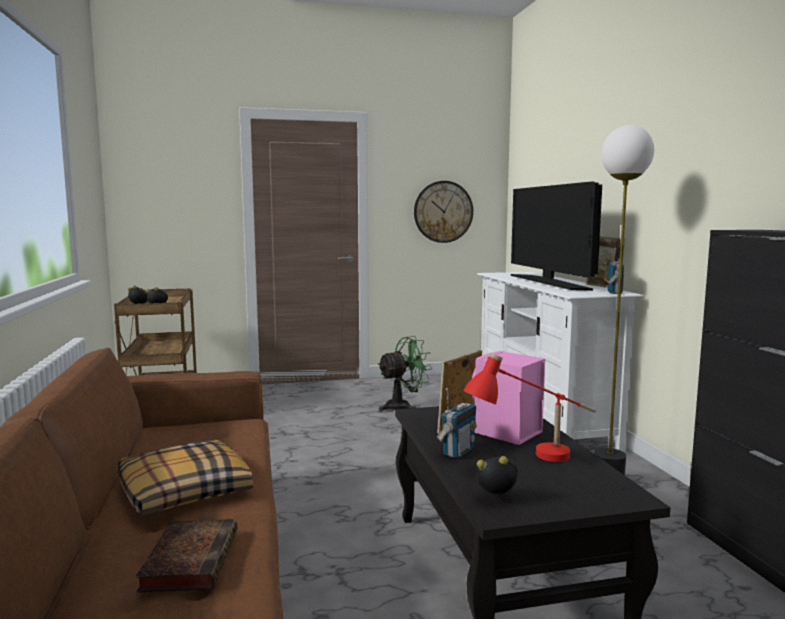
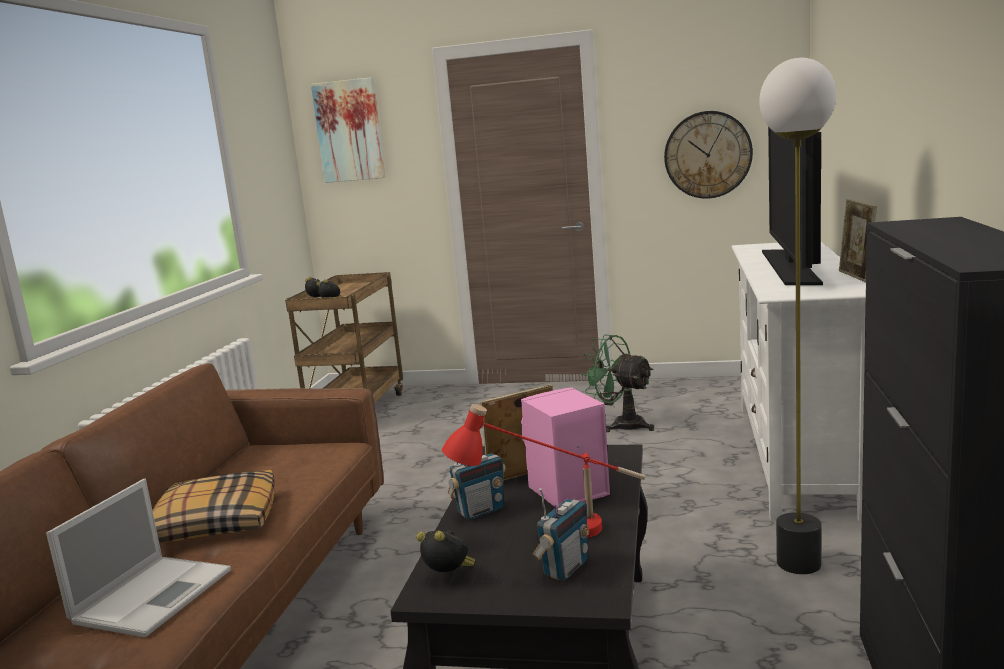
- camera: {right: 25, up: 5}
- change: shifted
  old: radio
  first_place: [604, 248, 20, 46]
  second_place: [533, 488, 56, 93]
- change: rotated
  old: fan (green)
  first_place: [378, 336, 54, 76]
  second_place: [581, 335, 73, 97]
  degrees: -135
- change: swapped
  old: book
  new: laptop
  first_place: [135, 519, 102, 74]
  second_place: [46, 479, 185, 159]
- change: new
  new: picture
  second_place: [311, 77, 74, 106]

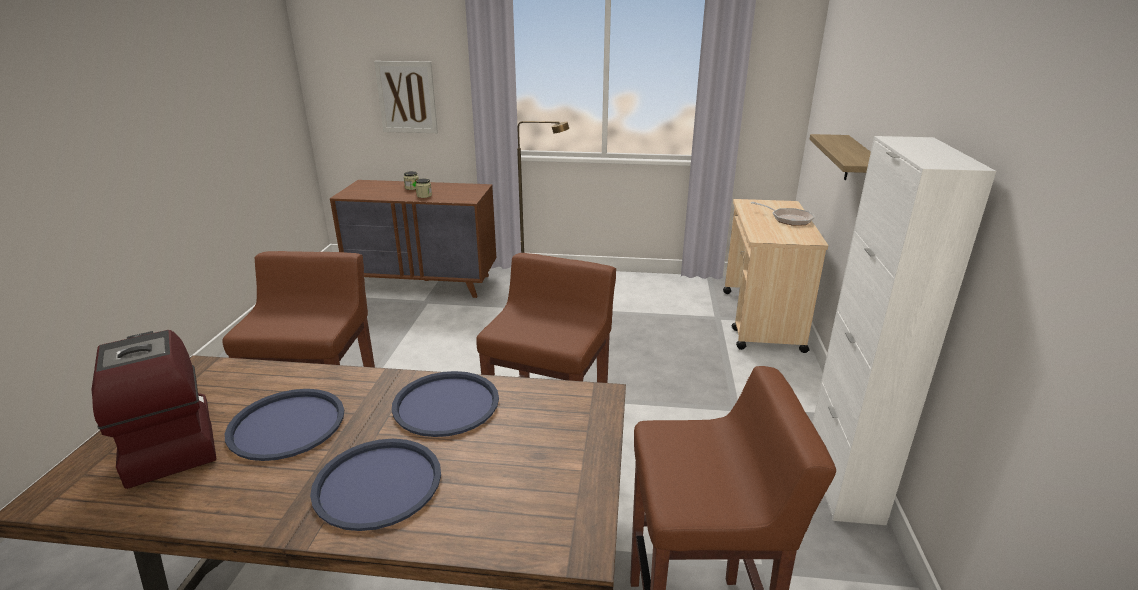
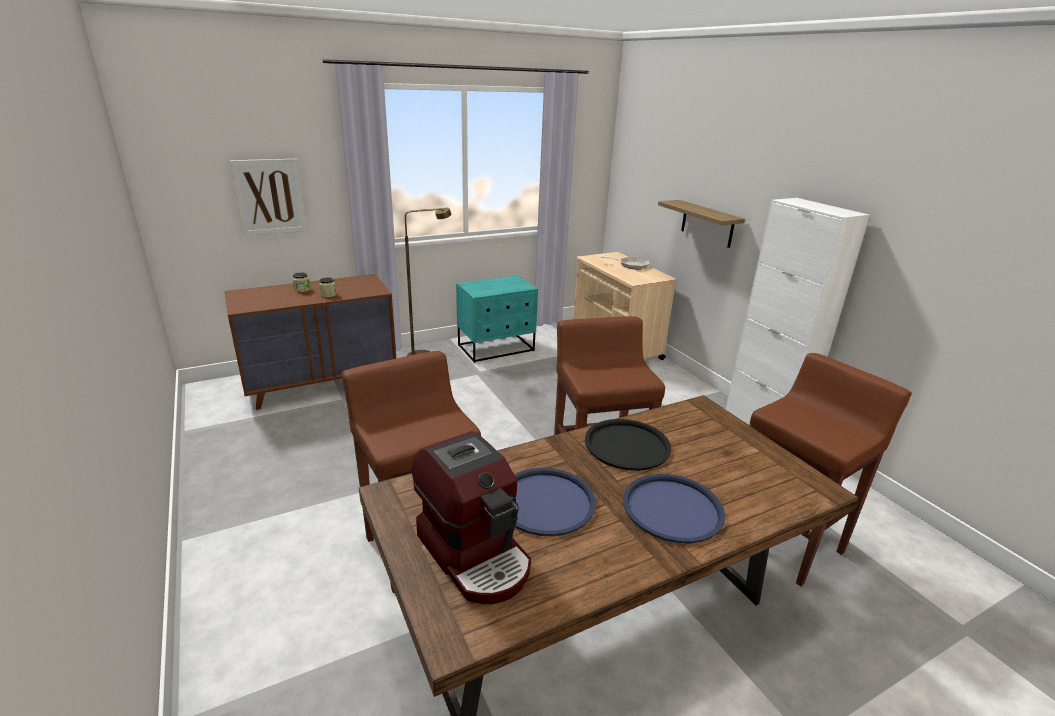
- camera: {right: -35, up: 0}
- change: rotated
  old: coffee machine
  first_place: [91, 330, 126, 159]
  second_place: [412, 431, 119, 173]
  degrees: -150
- change: repainted
  old: tray (blue)
  new: tray (black)
  first_place: [392, 371, 107, 66]
  second_place: [585, 419, 86, 52]
- change: new
  new: nightstand (turquoise)
  second_place: [456, 275, 82, 88]

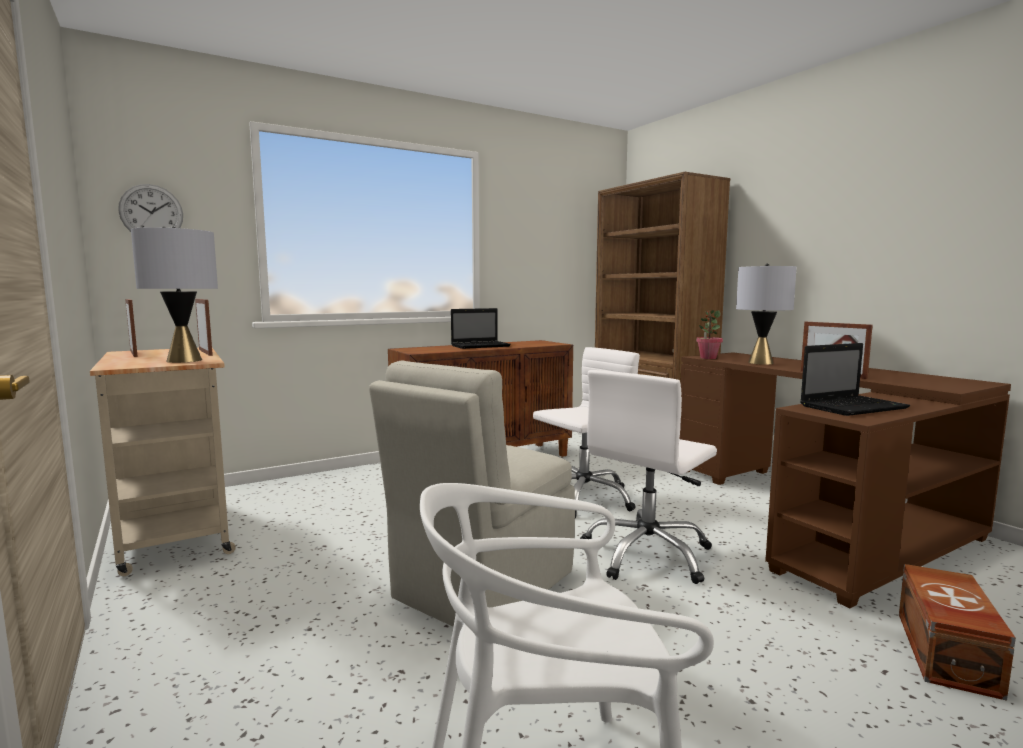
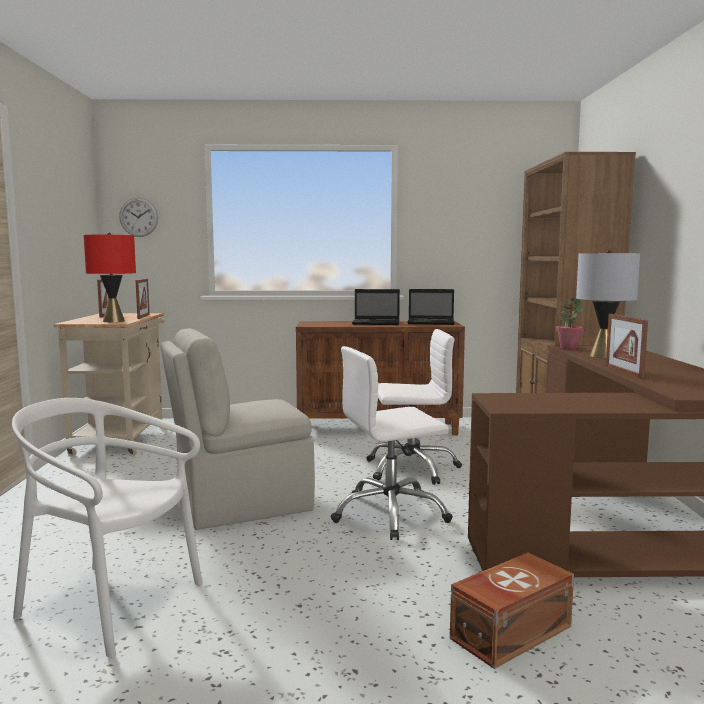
- camera: {right: 30, up: 0}
- change: repainted
  old: table lamp (grey)
  new: table lamp (red)
  first_place: [131, 227, 87, 136]
  second_place: [83, 232, 53, 90]
- change: shifted
  old: laptop
  first_place: [800, 343, 110, 73]
  second_place: [407, 289, 48, 36]

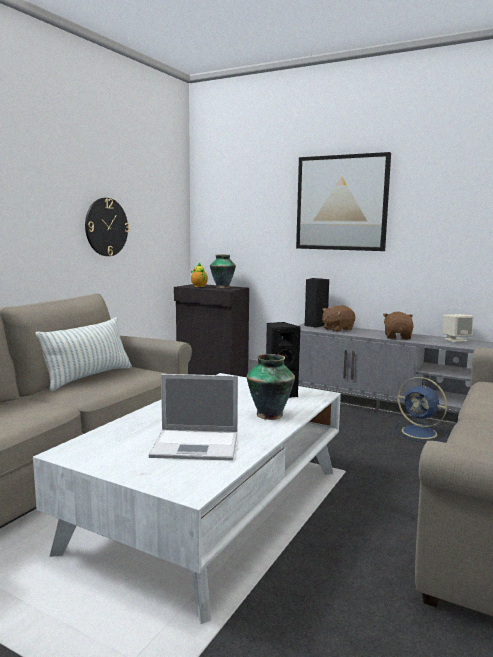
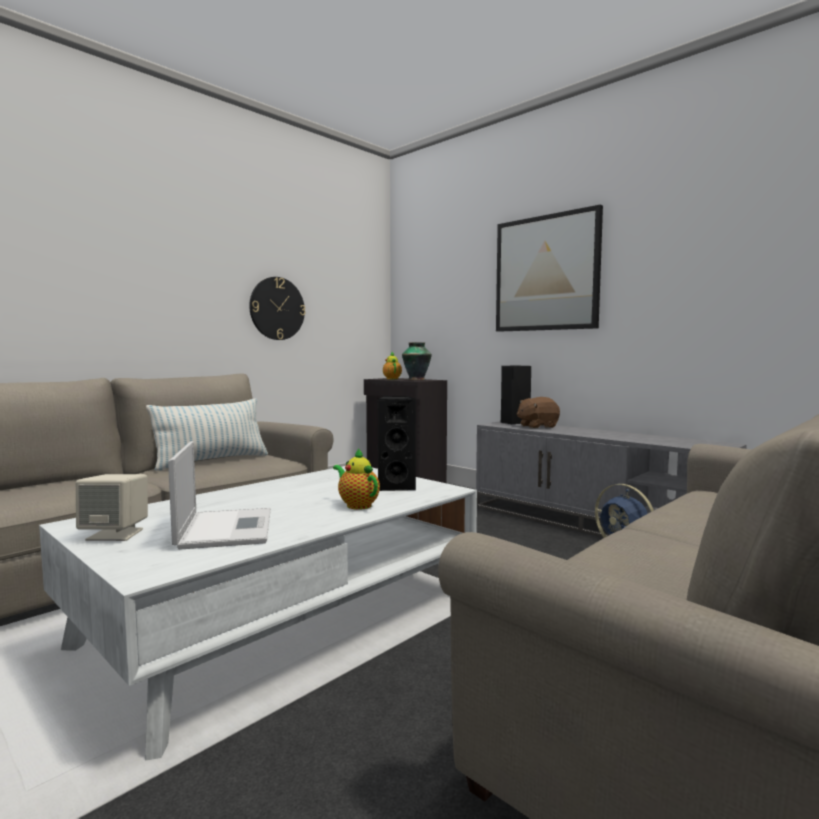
- camera: {right: 15, up: -5}
- change: gone
  old: plush toy (brown)
  first_place: [383, 312, 31, 27]
- change: shifted
  old: speaker (beige)
  first_place: [442, 314, 31, 28]
  second_place: [76, 474, 72, 67]
- change: swapped
  old: vase
  new: teapot
  first_place: [246, 354, 49, 66]
  second_place: [333, 448, 47, 62]
- change: rotated
  old: laptop
  first_place: [149, 374, 89, 87]
  second_place: [168, 441, 103, 109]
  degrees: -120

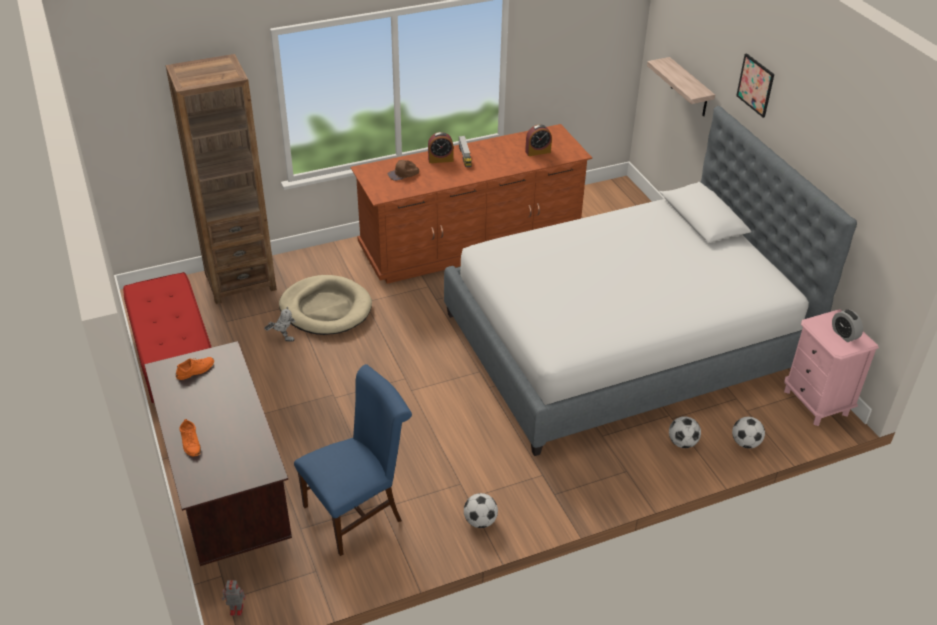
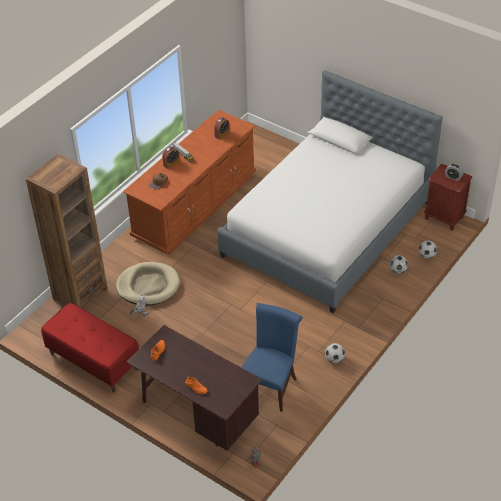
- camera: {right: -30, up: 5}
- change: gone
  old: picture
  first_place: [736, 53, 38, 65]
- change: gone
  old: shelf
  first_place: [647, 57, 68, 59]
- change: repainted
  old: nightstand (pink)
  new: nightstand (brown)
  first_place: [784, 309, 95, 117]
  second_place: [424, 164, 49, 67]

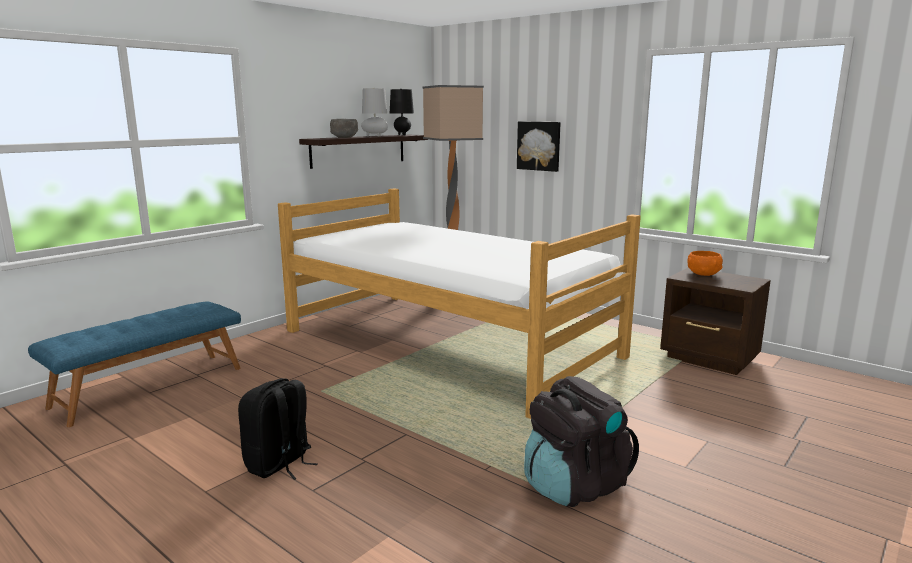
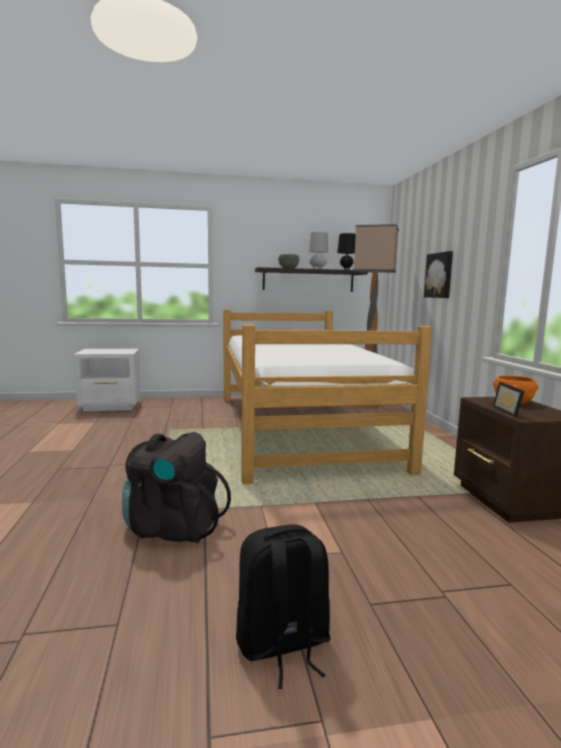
- camera: {right: 40, up: -5}
- change: swapped
  old: bench (blue)
  new: nightstand (white)
  first_place: [28, 301, 213, 126]
  second_place: [74, 349, 67, 62]
- change: shifted
  old: backpack (black)
  first_place: [238, 378, 80, 102]
  second_place: [236, 524, 95, 165]
- change: new
  new: picture frame
  second_place: [492, 382, 32, 36]

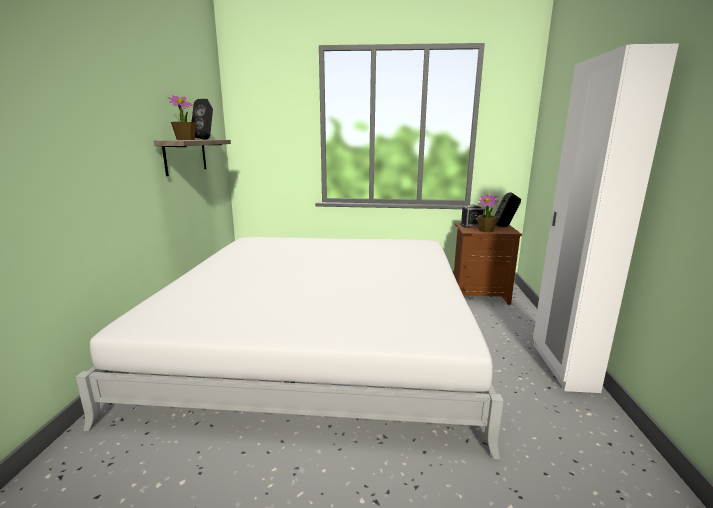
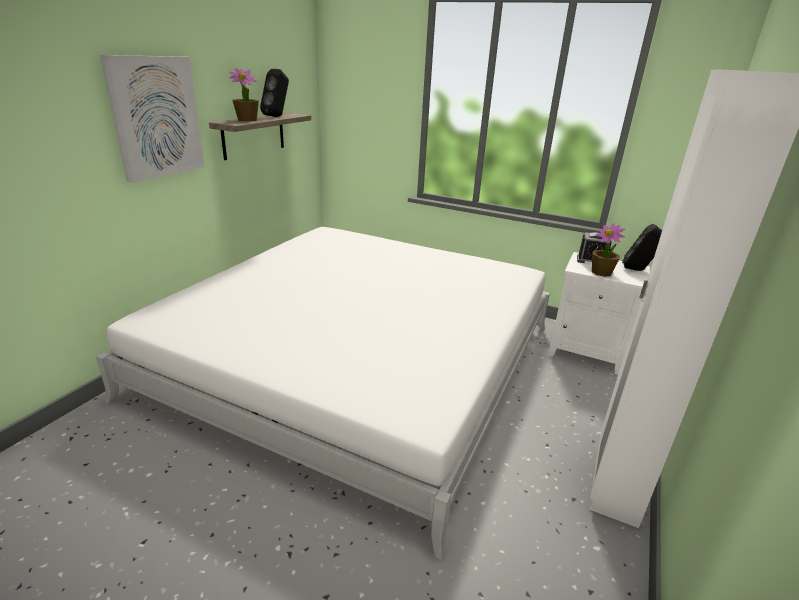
- camera: {right: 20, up: 10}
- change: repainted
  old: nightstand (brown)
  new: nightstand (white)
  first_place: [454, 223, 68, 82]
  second_place: [548, 252, 102, 123]
- change: new
  new: picture
  second_place: [100, 55, 105, 128]

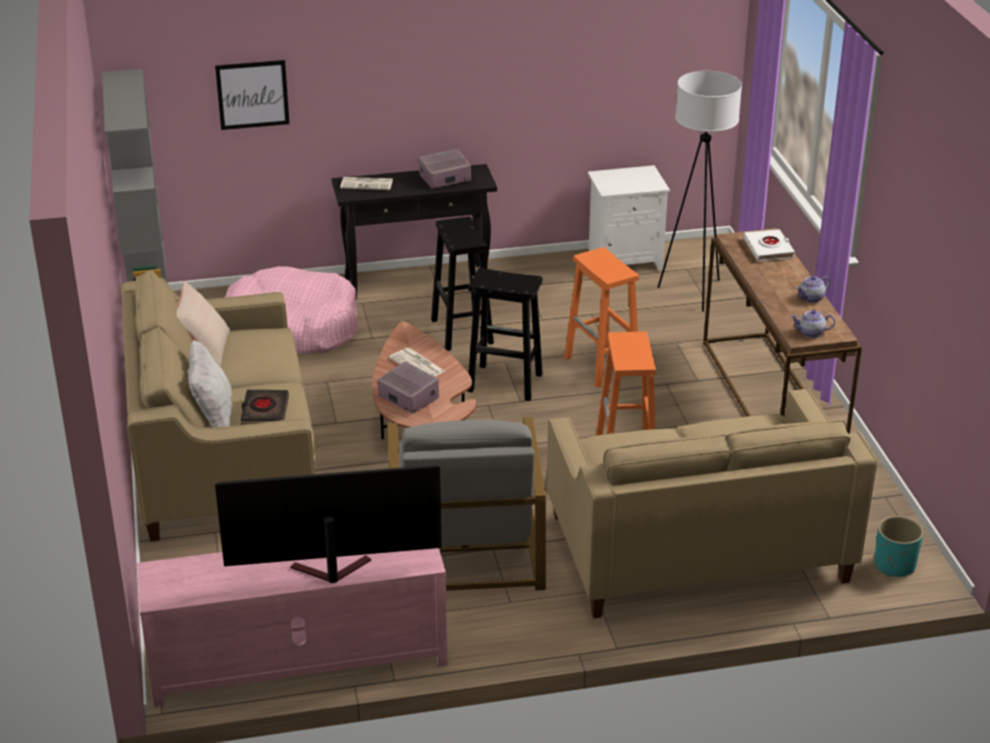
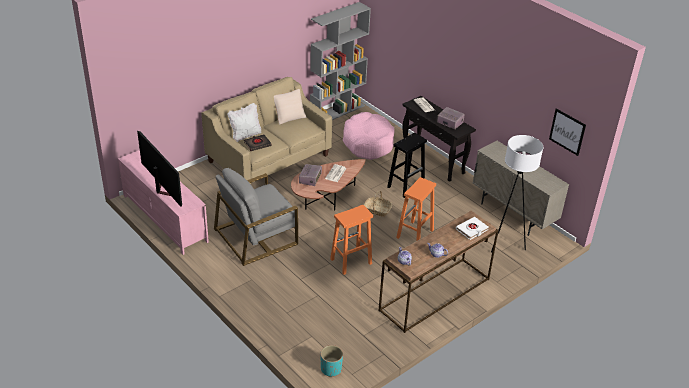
- camera: {right: 60, up: 5}
- change: shifted
  old: picture
  first_place: [215, 60, 74, 70]
  second_place: [549, 108, 37, 48]
- change: swapped
  old: nightstand (white)
  new: cabinet (beige)
  first_place: [588, 165, 82, 105]
  second_place: [473, 141, 96, 95]
- change: swapped
  old: stool (black)
  new: basket
  first_place: [467, 268, 76, 133]
  second_place: [364, 190, 28, 27]
- change: gone
  old: sofa (beige)
  first_place: [547, 388, 330, 230]

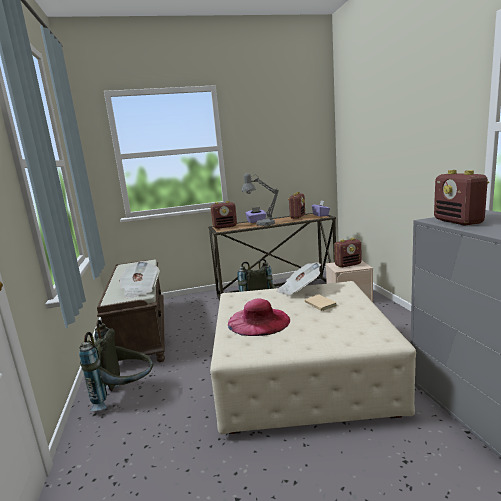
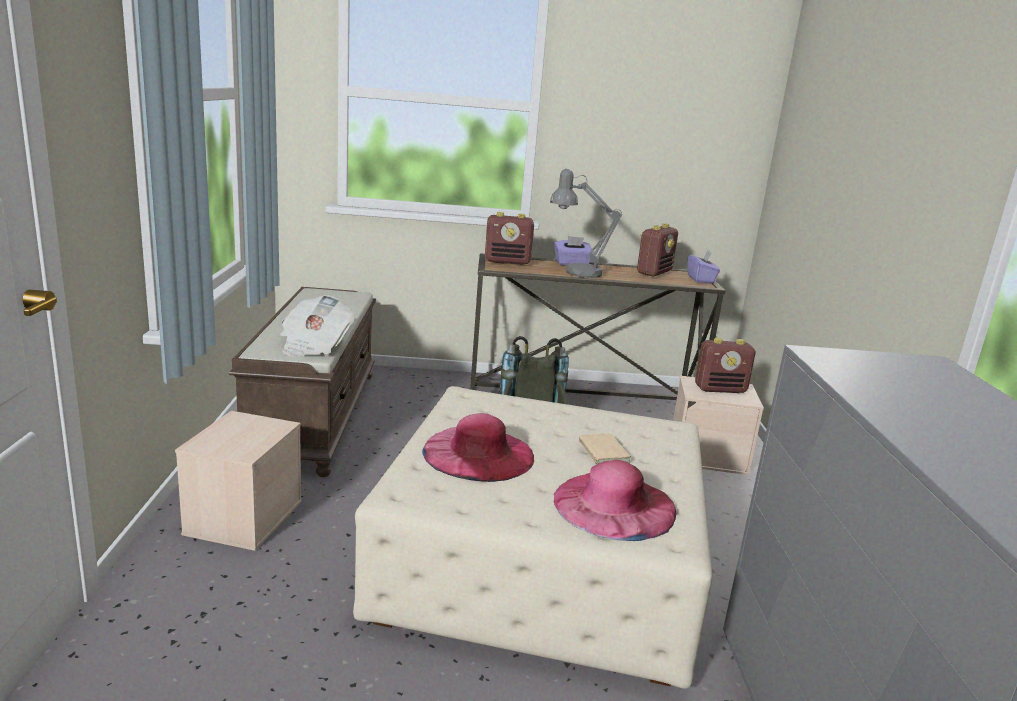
- camera: {right: 10, up: 5}
- change: gone
  old: radio
  first_place: [434, 170, 55, 56]
- change: gone
  old: newspaper
  first_place: [277, 262, 44, 34]
- change: swapped
  old: backpack (grey)
  new: storage box (beige)
  first_place: [79, 320, 74, 91]
  second_place: [175, 411, 127, 140]
- change: new
  new: hat (pink)
  second_place: [553, 460, 124, 81]

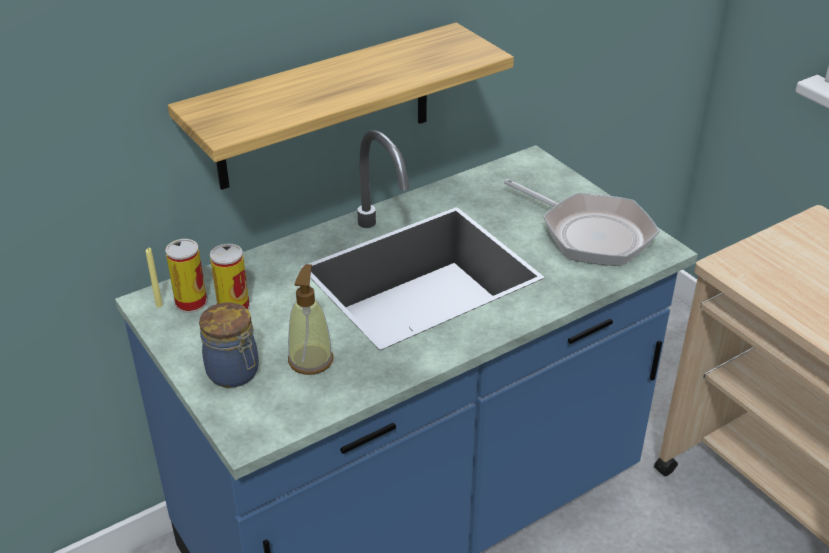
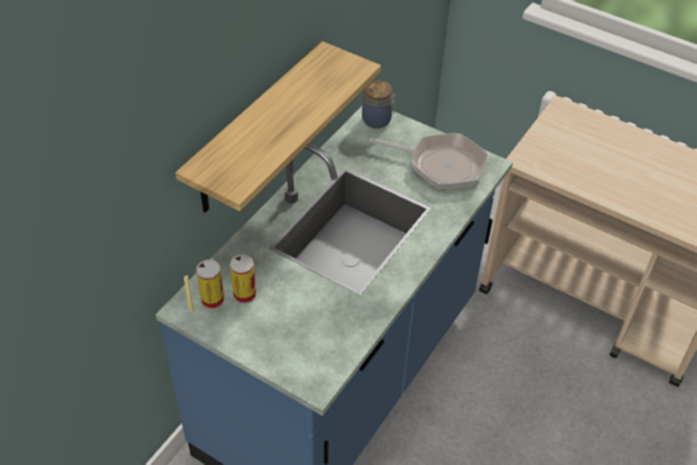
- camera: {right: -25, up: 10}
- change: gone
  old: soap dispenser
  first_place: [288, 264, 45, 111]
- change: shifted
  old: jar
  first_place: [199, 302, 60, 86]
  second_place: [362, 81, 34, 47]

